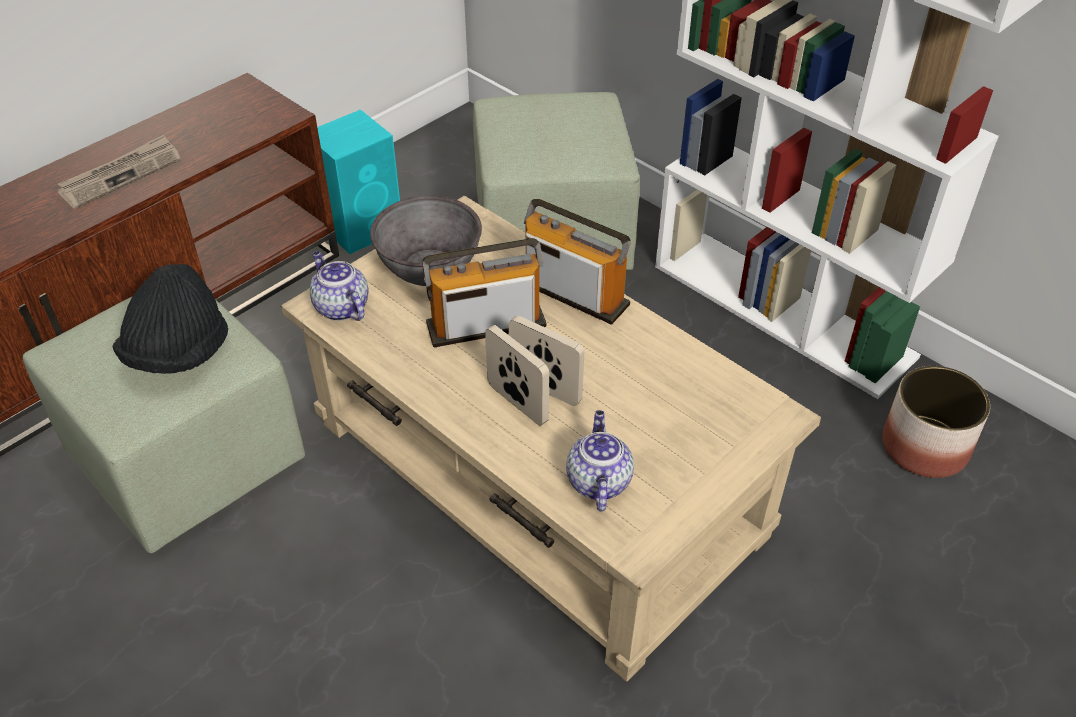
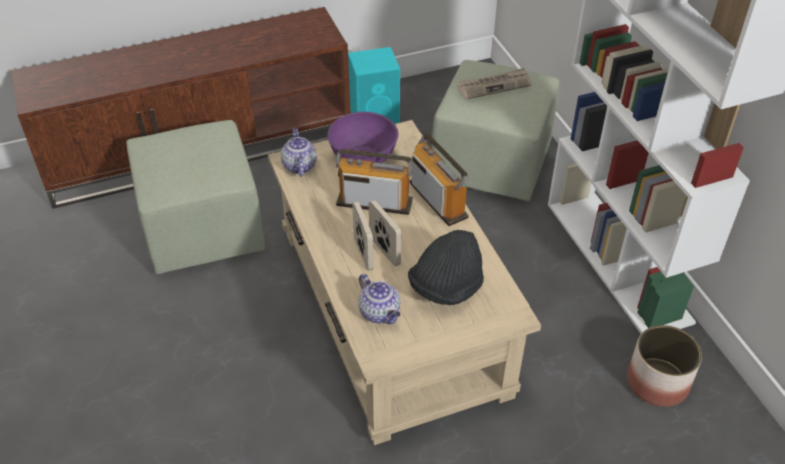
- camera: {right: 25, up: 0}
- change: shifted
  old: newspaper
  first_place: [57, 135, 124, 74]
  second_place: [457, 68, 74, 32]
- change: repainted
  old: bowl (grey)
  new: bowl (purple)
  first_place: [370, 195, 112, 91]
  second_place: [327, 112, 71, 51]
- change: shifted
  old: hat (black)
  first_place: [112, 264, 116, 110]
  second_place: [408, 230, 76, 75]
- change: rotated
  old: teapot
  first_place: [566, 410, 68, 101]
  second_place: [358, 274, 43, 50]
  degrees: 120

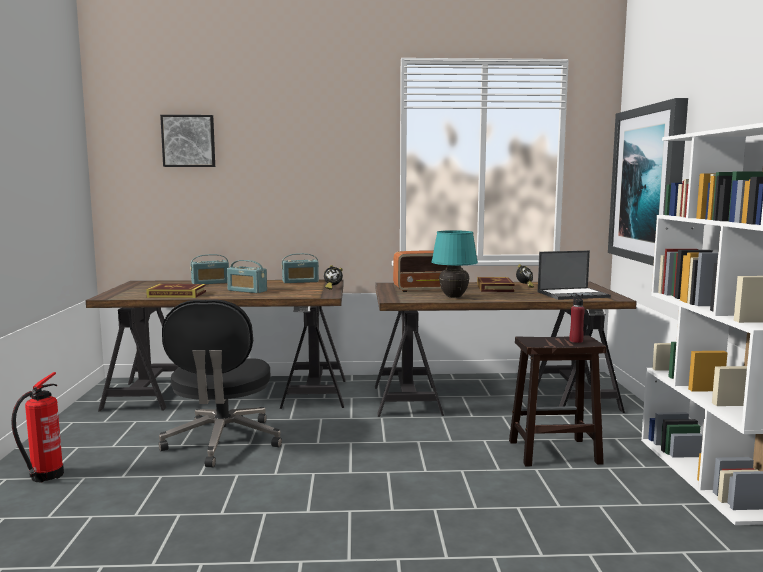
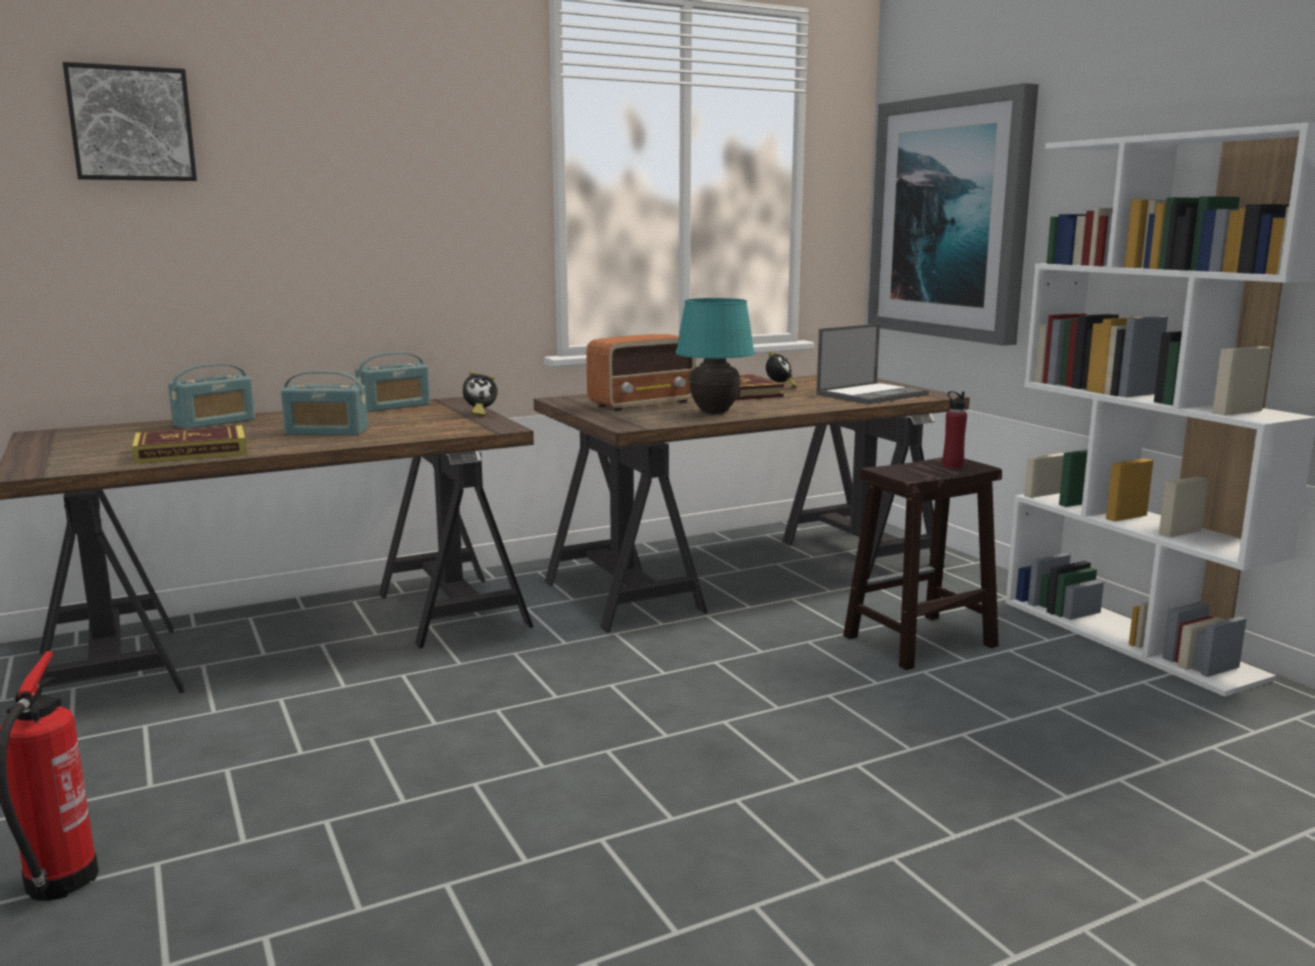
- camera: {right: -25, up: 5}
- change: gone
  old: office chair (black)
  first_place: [159, 299, 123, 168]

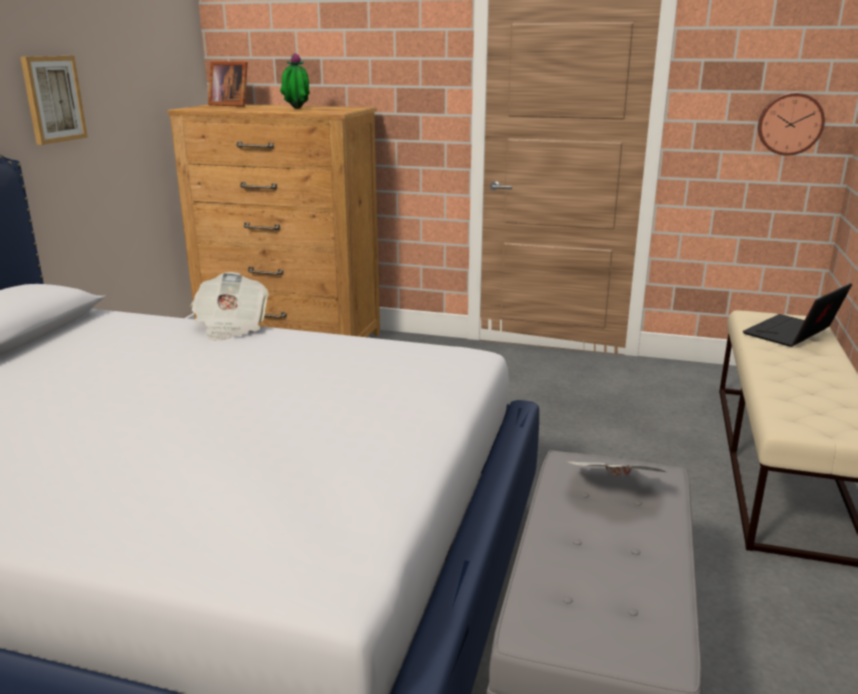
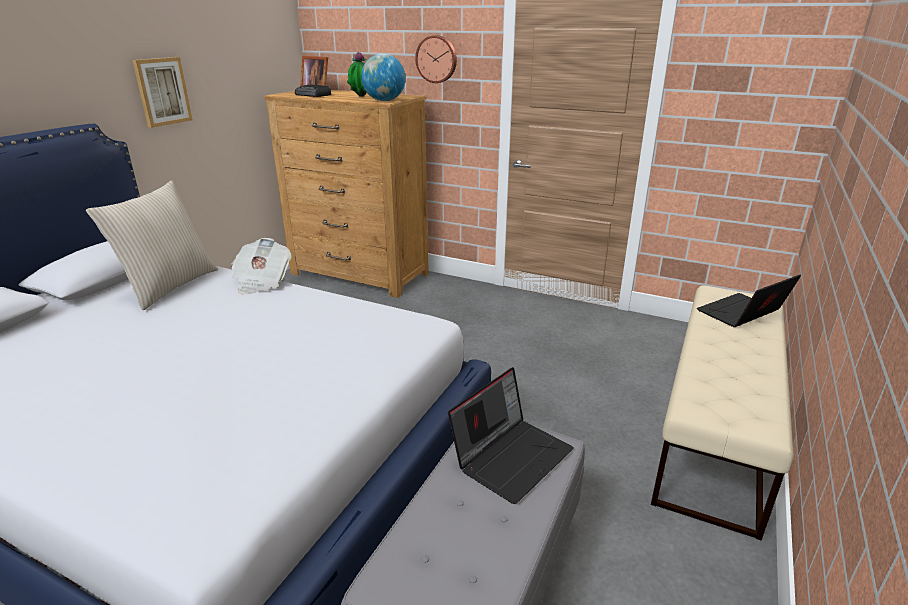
- camera: {right: 10, up: 5}
- change: shifted
  old: wall clock
  first_place: [758, 93, 67, 63]
  second_place: [415, 35, 42, 48]
- change: swapped
  old: newspaper
  new: laptop
  first_place: [566, 461, 100, 15]
  second_place: [448, 367, 126, 137]
- change: new
  new: globe
  second_place: [361, 53, 45, 48]
- change: new
  new: radio
  second_place: [295, 84, 36, 13]
- change: new
  new: pillow (beige)
  second_place: [86, 181, 132, 129]

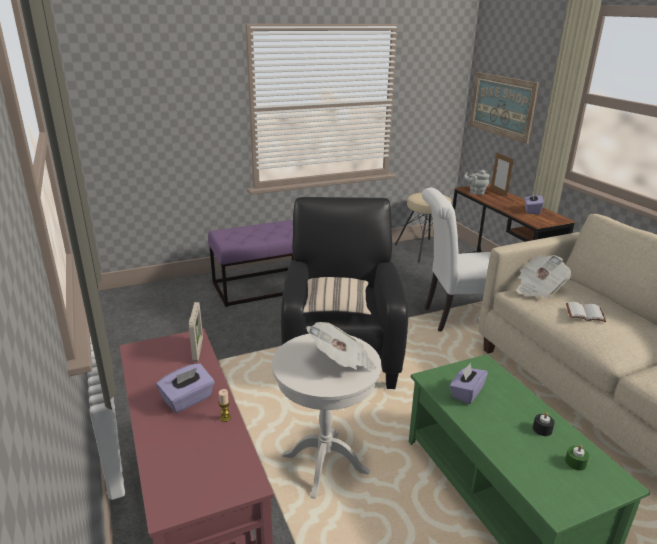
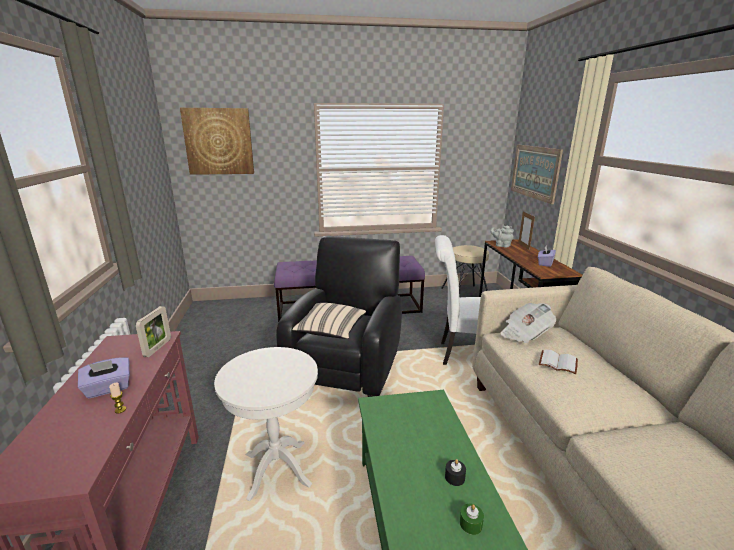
- camera: {right: 15, up: -5}
- change: gone
  old: newspaper
  first_place: [306, 322, 71, 48]
- change: gone
  old: tissue box (purple)
  first_place: [449, 363, 39, 41]
- change: new
  new: picture
  second_place: [180, 108, 74, 67]

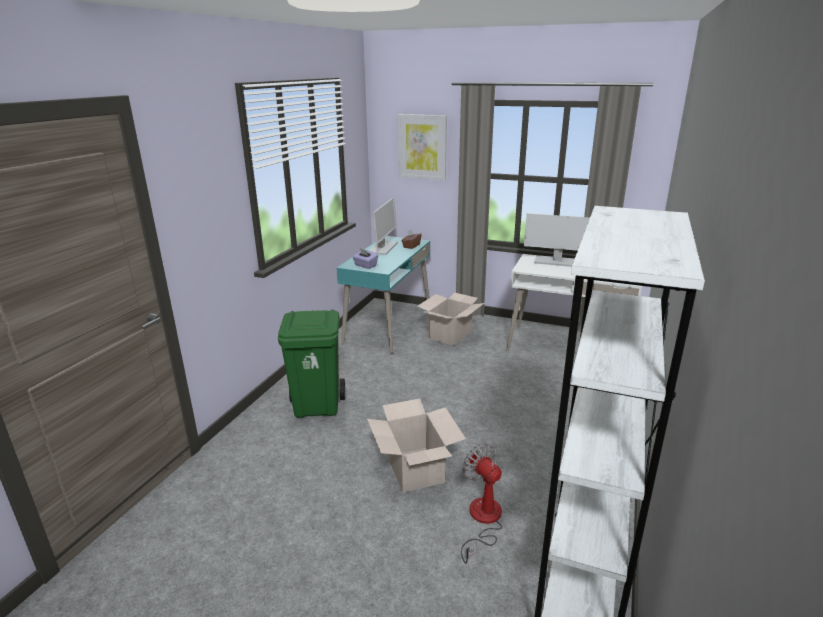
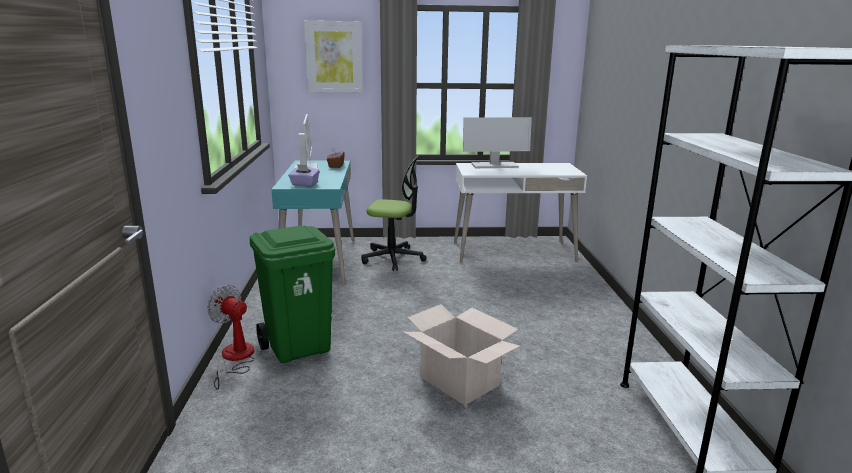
- camera: {right: -25, up: -5}
- change: swapped
  old: cardboard box
  new: office chair
  first_place: [417, 293, 67, 53]
  second_place: [361, 155, 66, 116]
- change: shifted
  old: fan
  first_place: [461, 444, 41, 120]
  second_place: [207, 285, 48, 105]

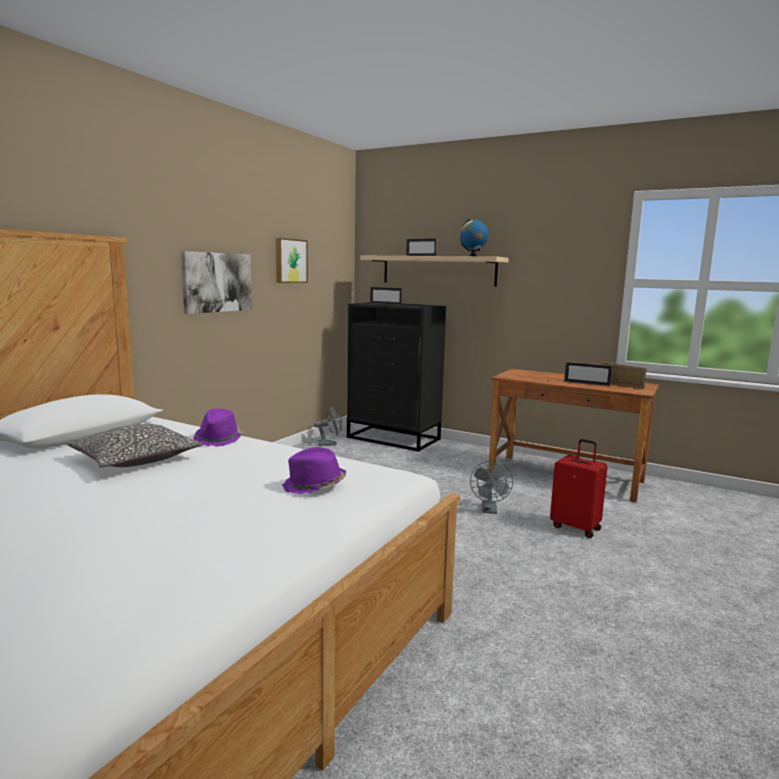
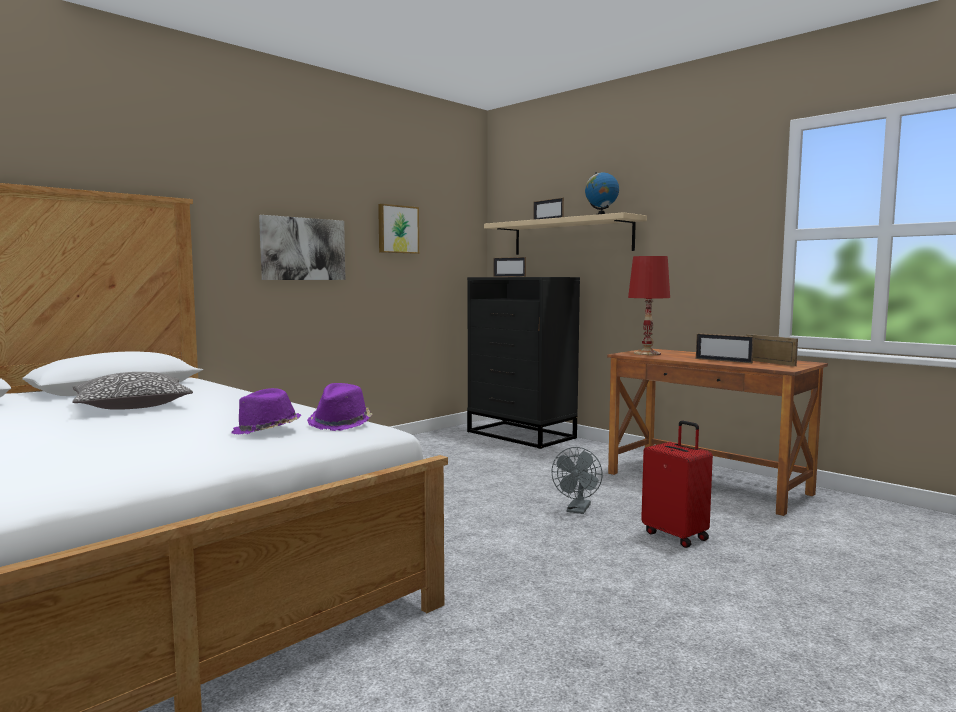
- camera: {right: 15, up: -5}
- change: gone
  old: fan (grey)
  first_place: [314, 406, 28, 40]
- change: shifted
  old: hat (purple)
  first_place: [193, 409, 50, 38]
  second_place: [307, 383, 65, 48]
- change: new
  new: table lamp (red)
  second_place: [628, 256, 42, 99]

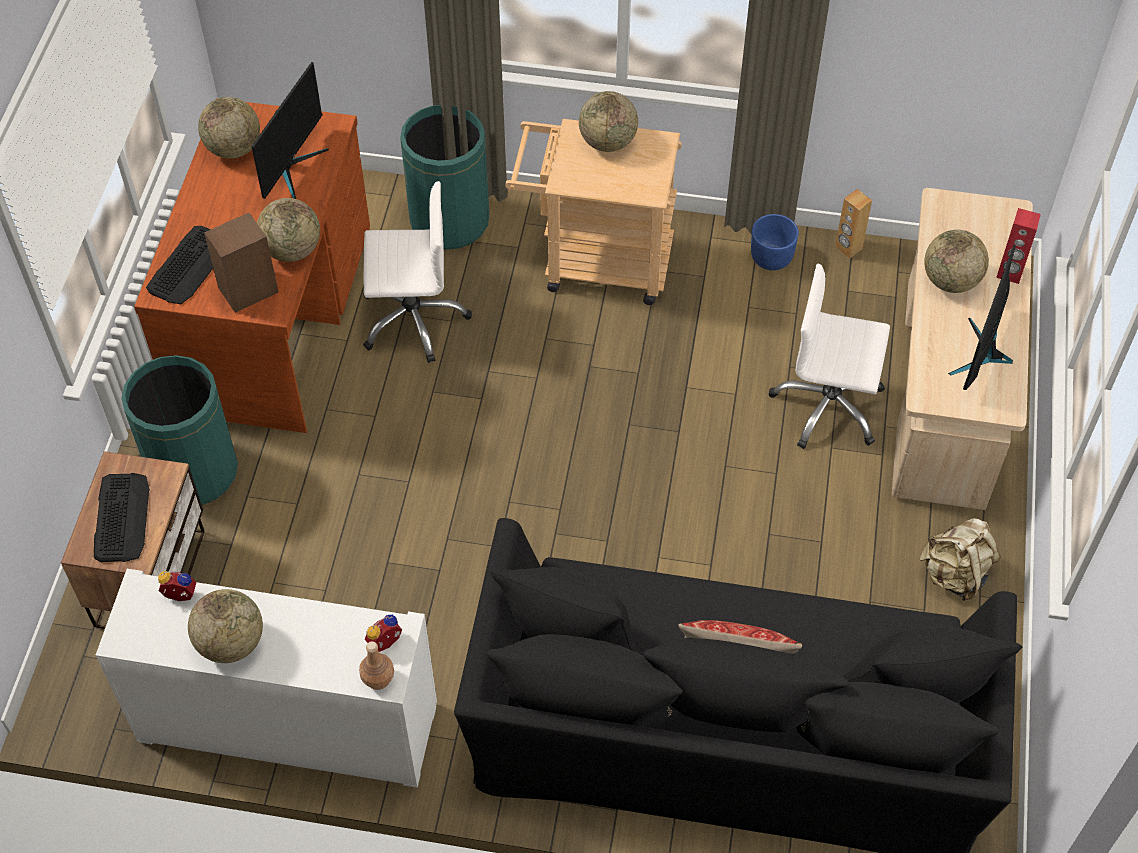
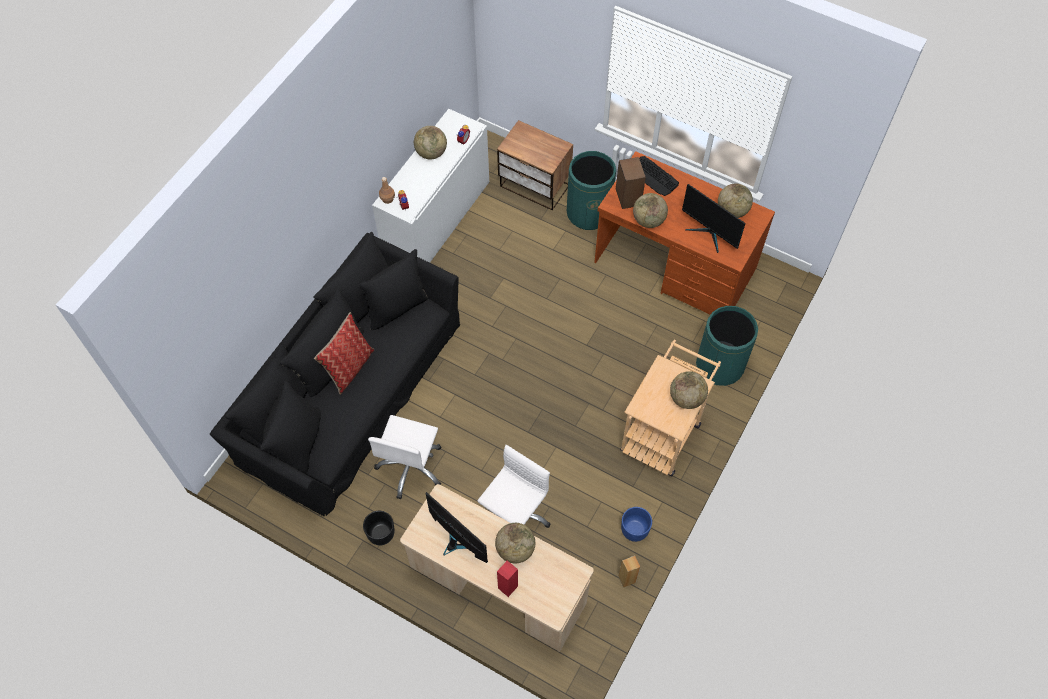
- camera: {right: 110, up: 5}
- change: shifted
  old: office chair (white)
  first_place: [363, 181, 109, 182]
  second_place: [368, 415, 73, 84]
- change: gone
  old: keyboard
  first_place: [94, 473, 56, 89]
- change: swapped
  old: backpack (beige)
  new: planter (black)
  first_place: [919, 518, 82, 83]
  second_place: [363, 511, 32, 35]

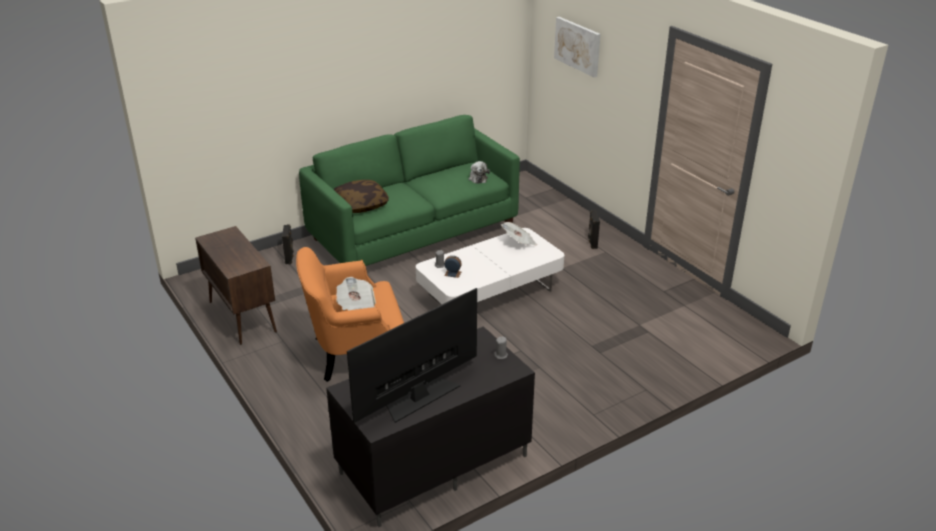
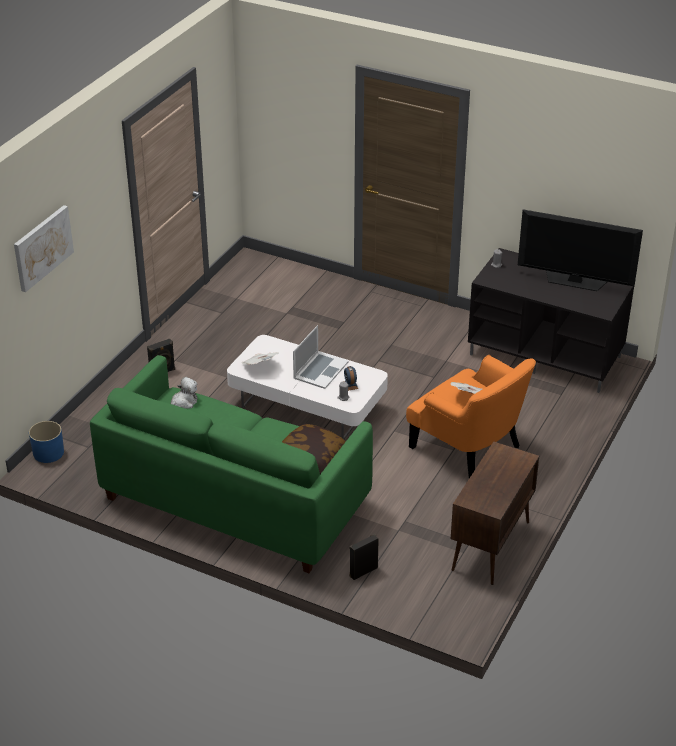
- camera: {right: -120, up: 5}
- change: new
  new: laptop
  second_place: [293, 325, 56, 64]
- change: new
  new: planter (blue)
  second_place: [29, 421, 35, 42]

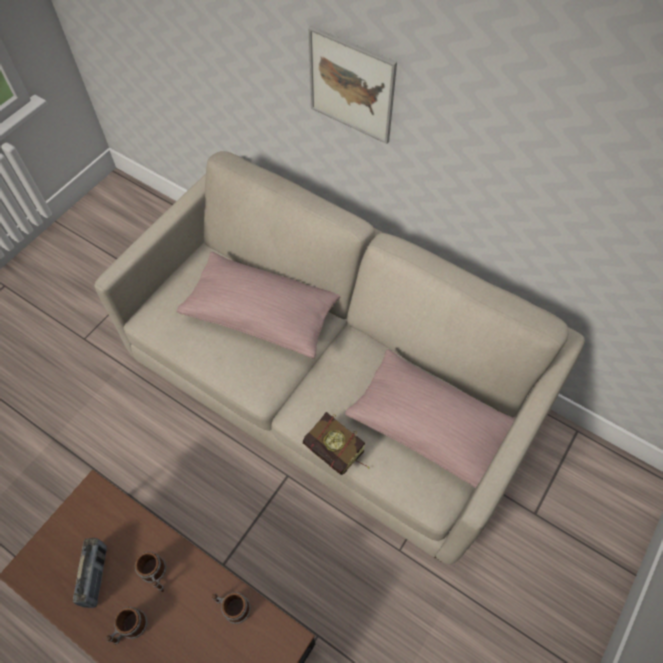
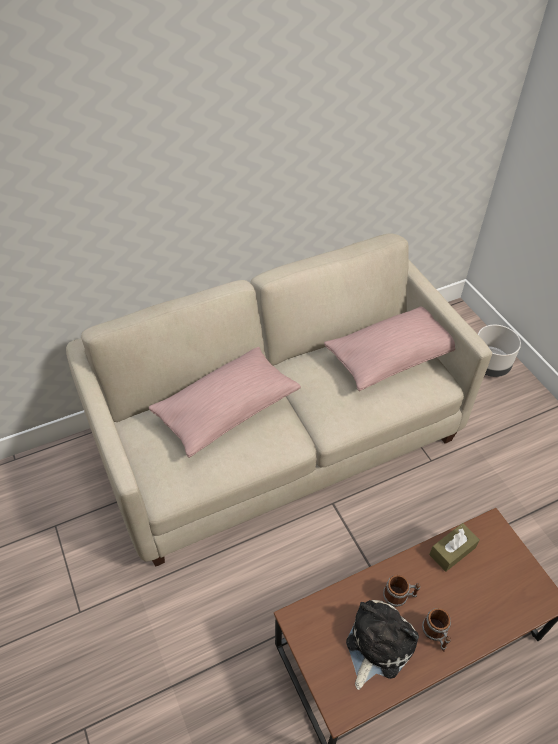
- camera: {right: -60, up: -10}
- change: gone
  old: picture
  first_place: [308, 26, 89, 118]
- change: gone
  old: book
  first_place: [303, 412, 67, 63]
- change: swapped
  old: radio
  new: plush toy
  first_place: [73, 538, 34, 70]
  second_place: [346, 600, 73, 90]
- change: swapped
  old: mug
  new: tissue box (brown)
  first_place: [212, 592, 39, 32]
  second_place: [429, 523, 51, 49]
- change: new
  new: planter (grey)
  second_place: [478, 325, 43, 52]

